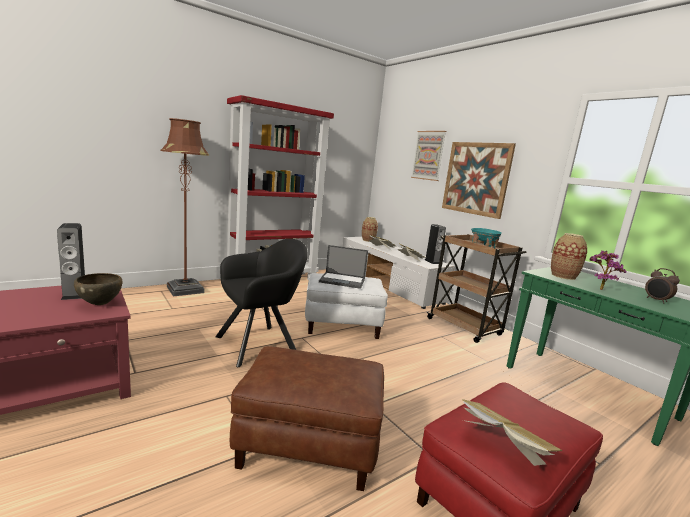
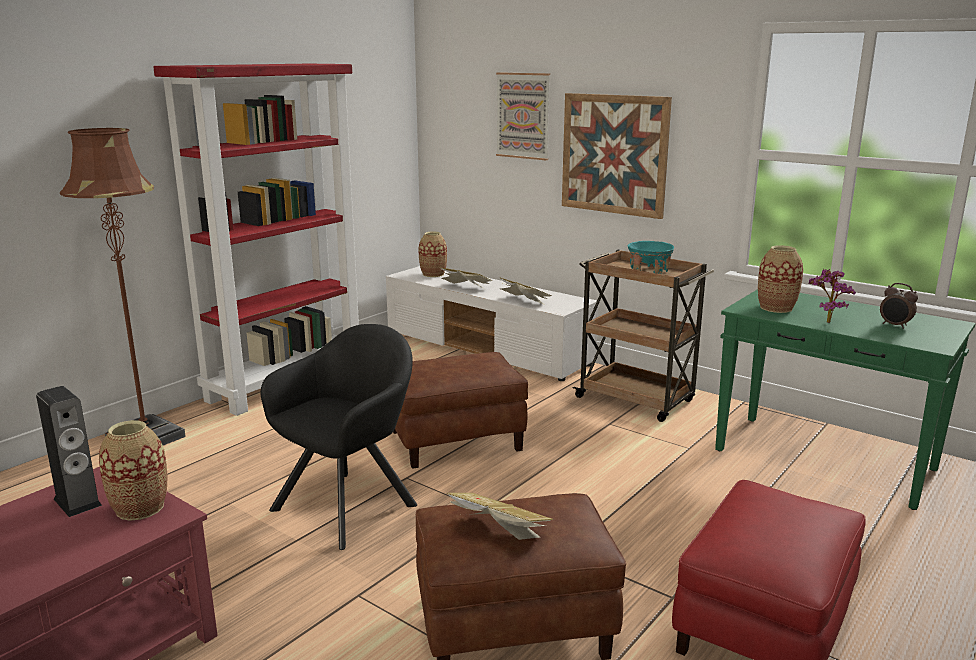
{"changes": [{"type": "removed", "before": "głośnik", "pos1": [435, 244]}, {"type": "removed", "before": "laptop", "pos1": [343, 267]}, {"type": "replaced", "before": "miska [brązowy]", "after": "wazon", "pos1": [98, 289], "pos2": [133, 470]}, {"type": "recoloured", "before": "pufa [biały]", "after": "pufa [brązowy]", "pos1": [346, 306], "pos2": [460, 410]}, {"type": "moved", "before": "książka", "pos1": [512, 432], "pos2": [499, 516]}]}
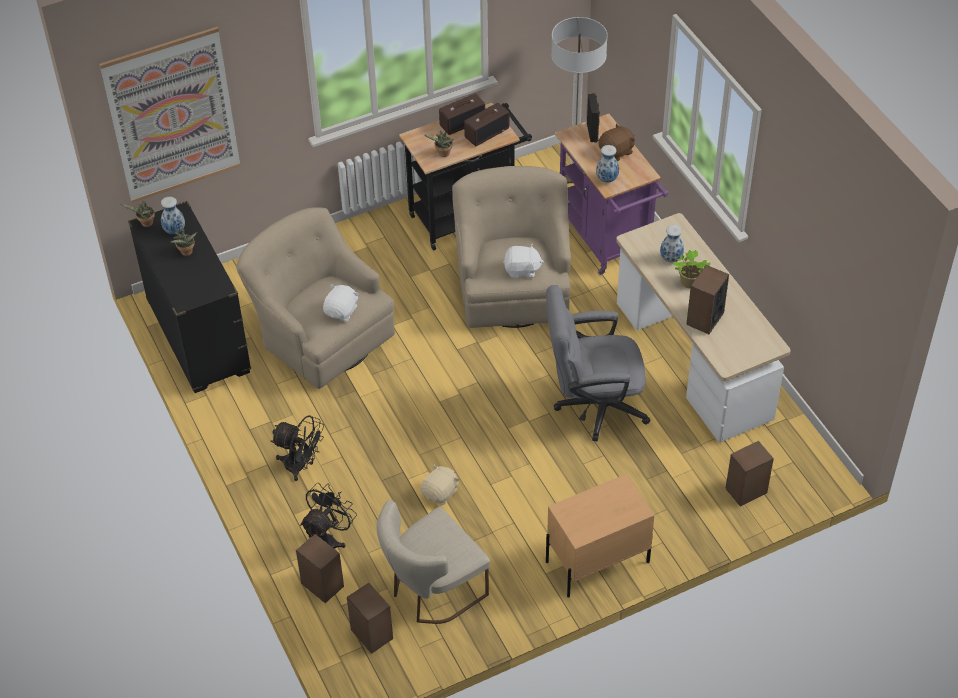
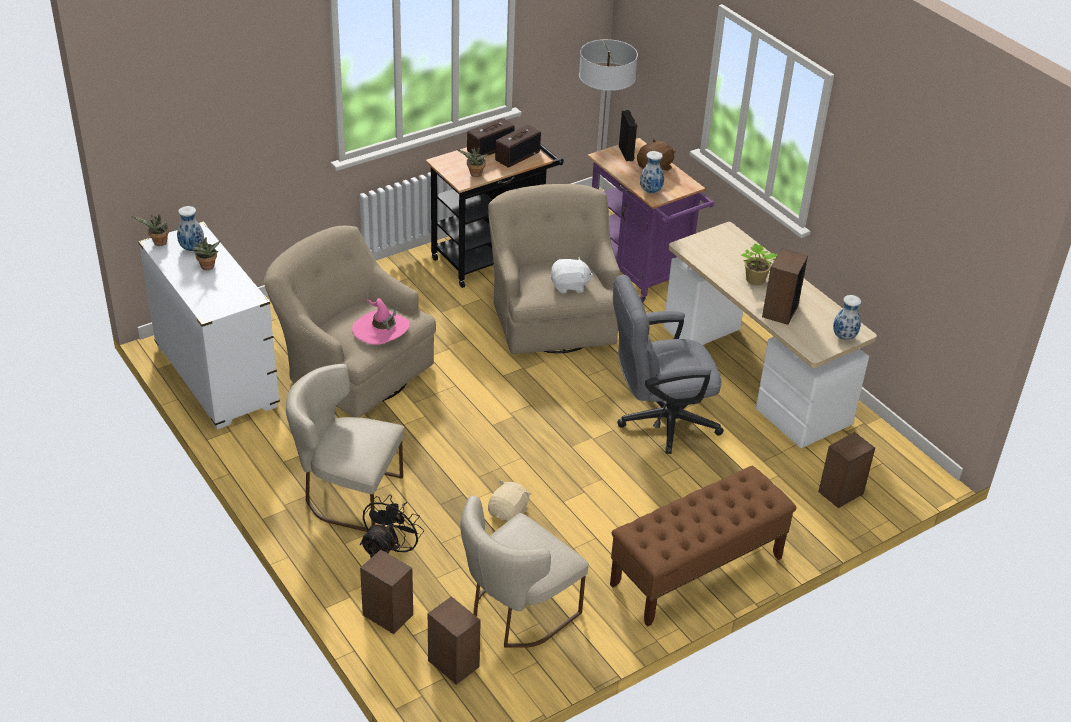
{"changes": [{"type": "removed", "before": "obraz", "pos1": [170, 115]}, {"type": "recoloured", "before": "komoda [czarny]", "after": "komoda [biały]", "pos1": [189, 297], "pos2": [209, 325]}, {"type": "moved", "before": "wazon", "pos1": [672, 244], "pos2": [847, 317]}, {"type": "replaced", "before": "pluszak [biały]", "after": "kapelusz [różowy]", "pos1": [341, 302], "pos2": [381, 321]}, {"type": "replaced", "before": "wentylator [czarny]", "after": "krzesło [beżowy]", "pos1": [297, 448], "pos2": [345, 448]}, {"type": "replaced", "before": "szafka nocna [beżowy]", "after": "ławka [brązowy]", "pos1": [600, 536], "pos2": [703, 546]}]}
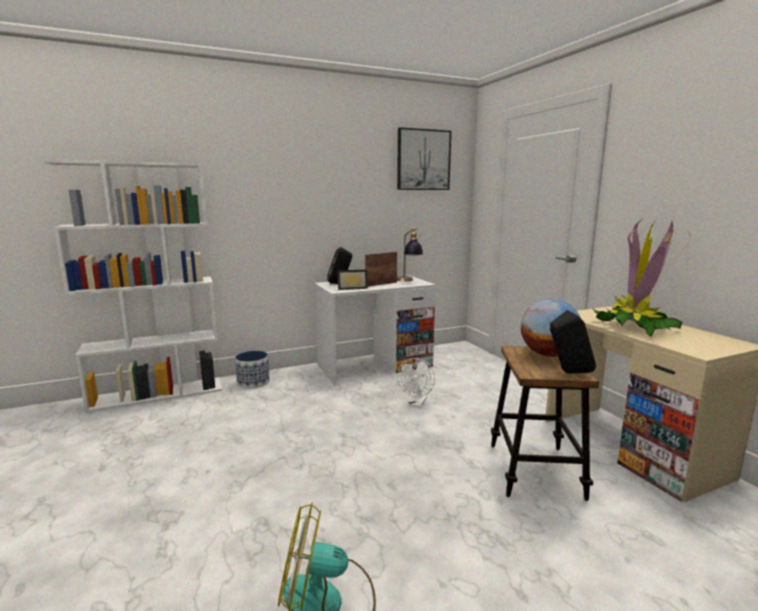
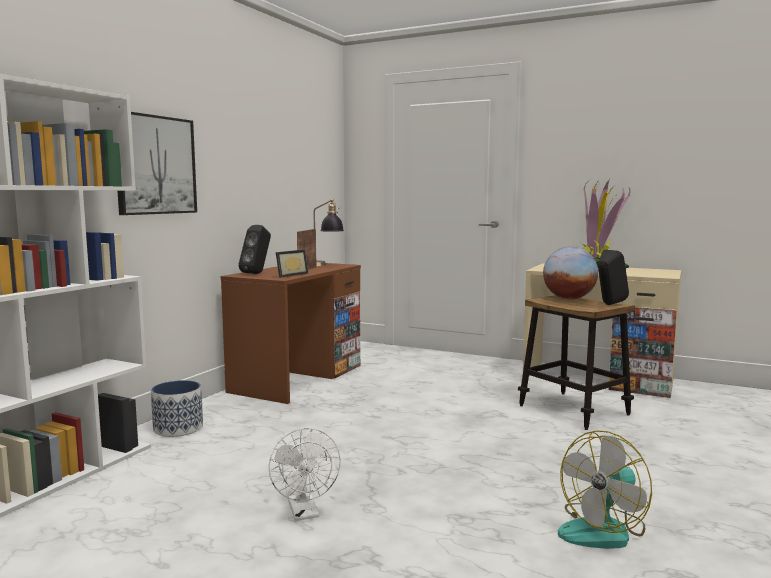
{"changes": [{"type": "moved", "before": "obraz", "pos1": [424, 158], "pos2": [157, 163]}, {"type": "recoloured", "before": "biurko [biały]", "after": "biurko [brązowy]", "pos1": [375, 330], "pos2": [291, 333]}, {"type": "moved", "before": "wentylator [biały]", "pos1": [416, 383], "pos2": [305, 474]}]}
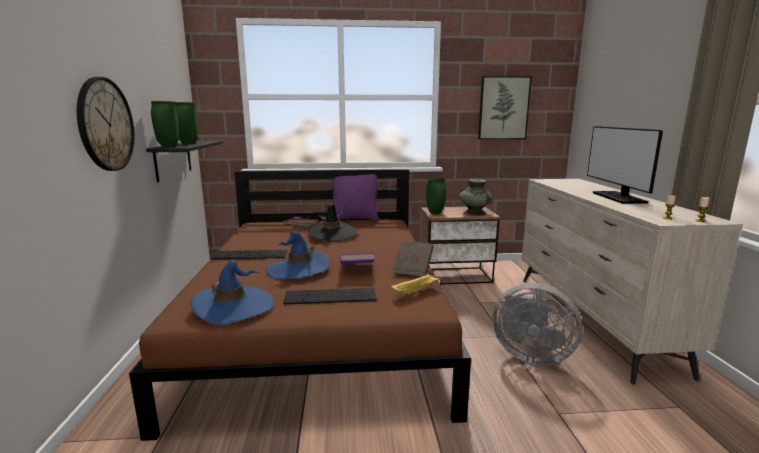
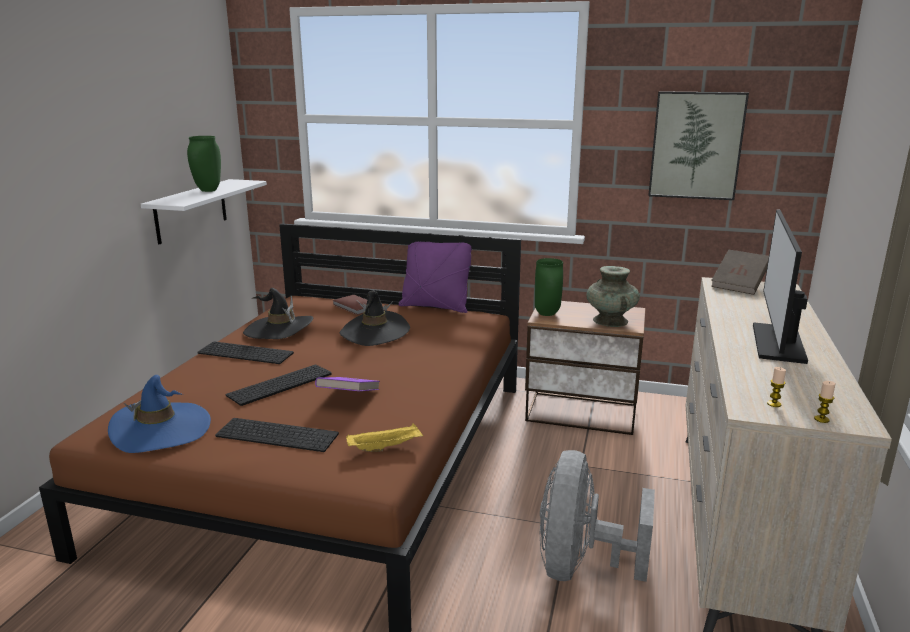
{"changes": [{"type": "removed", "before": "zegar ścienny", "pos1": [105, 124]}, {"type": "removed", "before": "wazon [zielony]", "pos1": [165, 124]}, {"type": "recoloured", "before": "półka [czarny]", "after": "półka [biały]", "pos1": [184, 162], "pos2": [204, 211]}, {"type": "replaced", "before": "kapelusz [niebieski]", "after": "klawiatura", "pos1": [298, 255], "pos2": [279, 385]}, {"type": "moved", "before": "książka [brązowy]", "pos1": [413, 259], "pos2": [740, 272]}, {"type": "turned", "before": "wentylator [szary]", "pos1": [538, 324], "pos2": [597, 516], "turn": 60}, {"type": "added", "after": "kapelusz [czarny]", "pos2": [278, 313]}]}
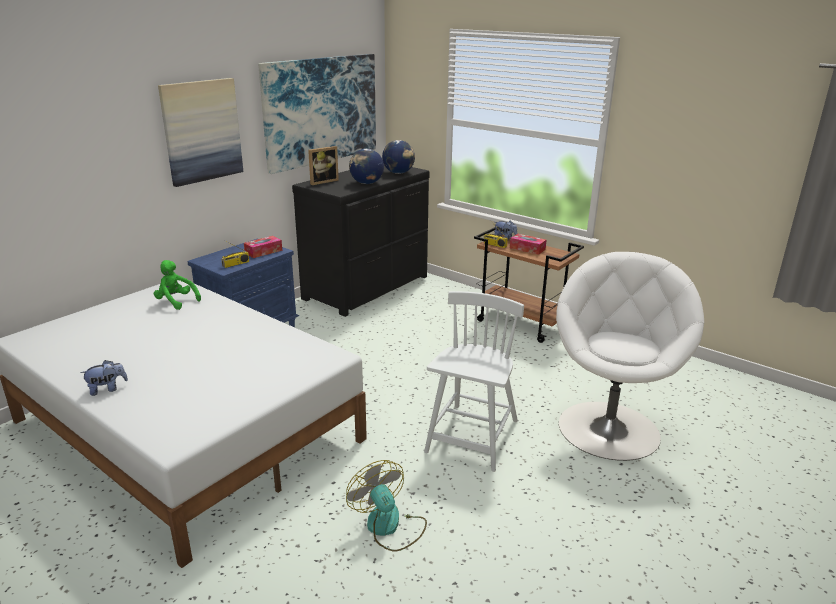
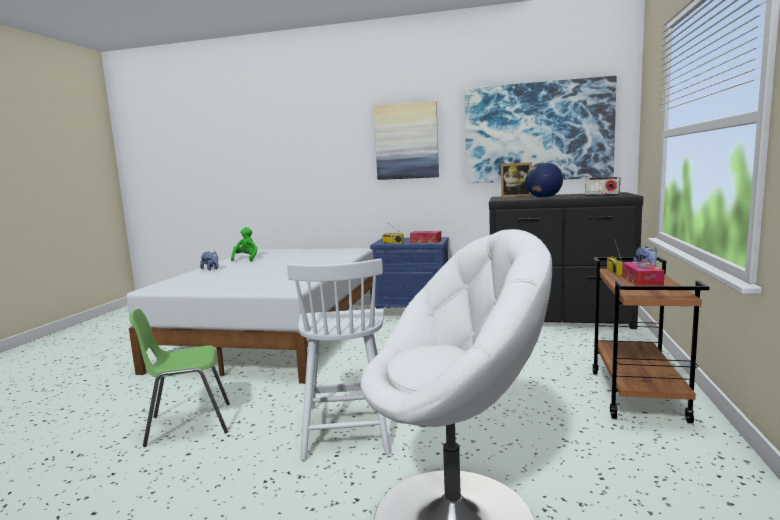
{"changes": [{"type": "replaced", "before": "globus", "after": "radio", "pos1": [398, 157], "pos2": [602, 186]}, {"type": "moved", "before": "pluszak [zielony]", "pos1": [177, 285], "pos2": [244, 244]}, {"type": "turned", "before": "krzesło [biały]", "pos1": [474, 381], "pos2": [339, 360], "turn": 90}, {"type": "replaced", "before": "wentylator", "after": "krzesło [zielony]", "pos1": [386, 506], "pos2": [179, 377]}]}
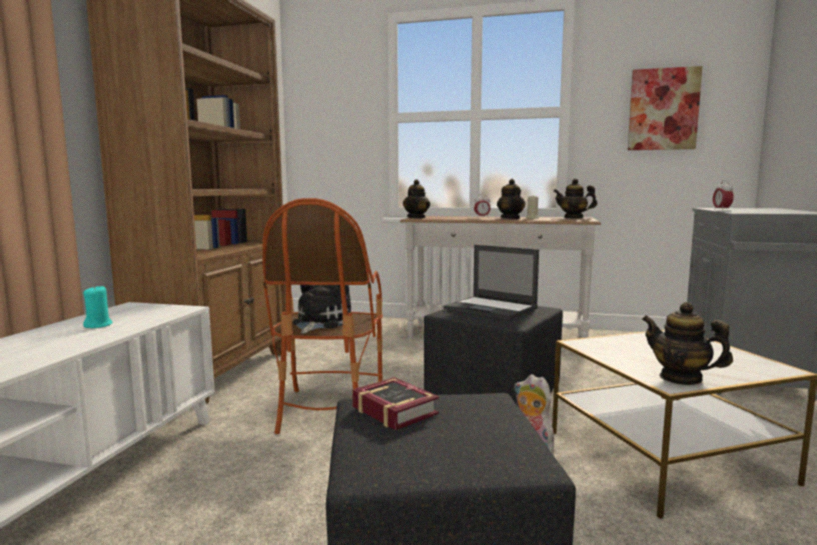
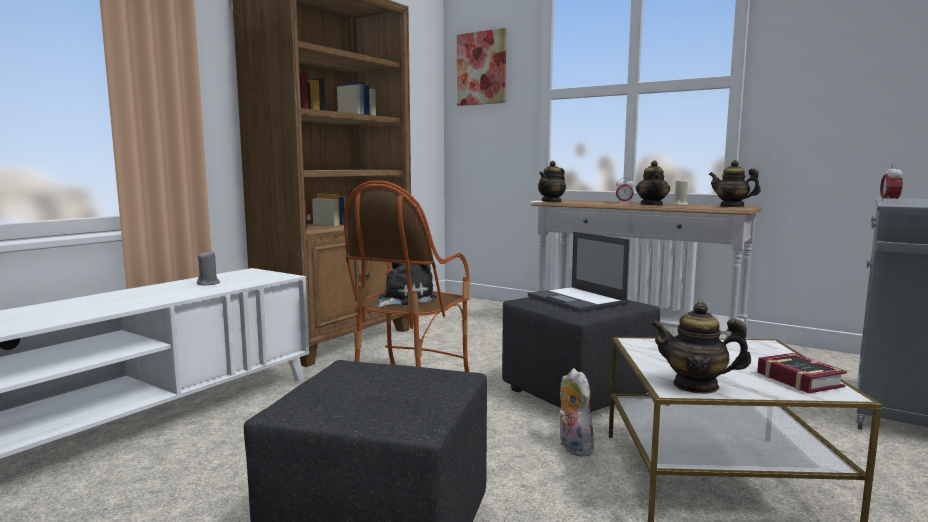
{"changes": [{"type": "moved", "before": "obraz", "pos1": [665, 108], "pos2": [481, 67]}, {"type": "recoloured", "before": "świeca [turkusowy]", "after": "świeca [szary]", "pos1": [98, 306], "pos2": [208, 268]}, {"type": "turned", "before": "imbryk", "pos1": [687, 343], "pos2": [701, 348], "turn": -45}, {"type": "moved", "before": "książka", "pos1": [395, 403], "pos2": [802, 373]}]}
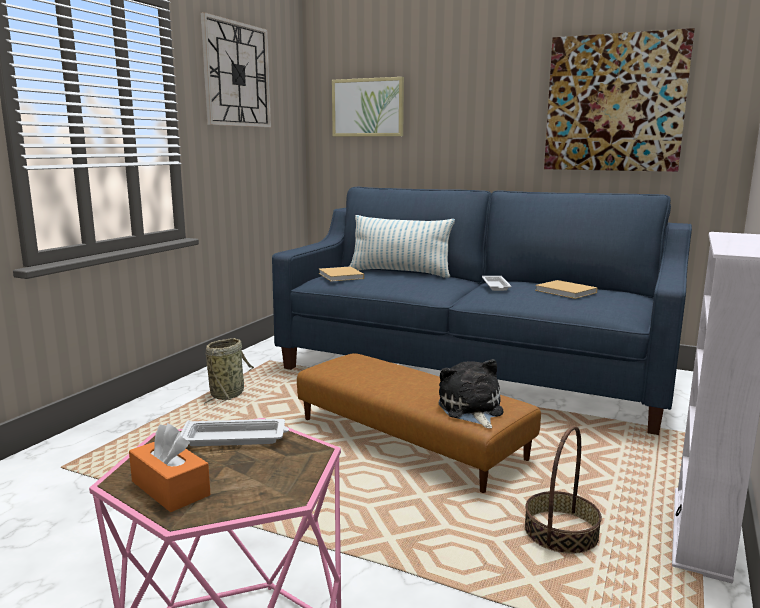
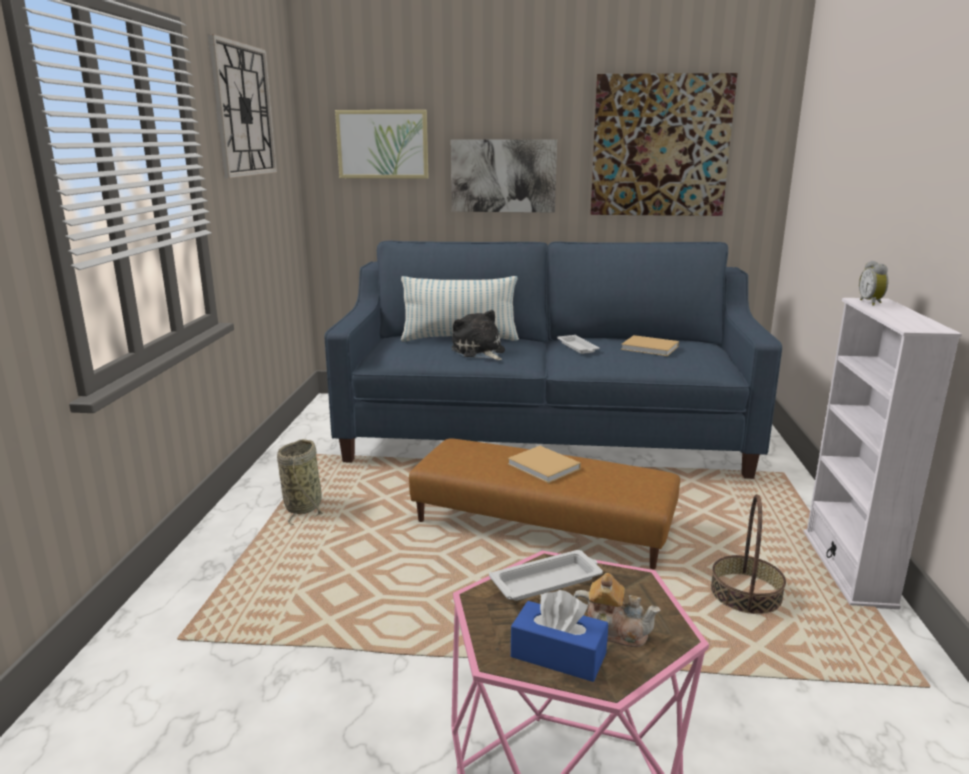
{"changes": [{"type": "moved", "before": "książka [beżowy]", "pos1": [341, 274], "pos2": [544, 464]}, {"type": "moved", "before": "pluszak", "pos1": [470, 394], "pos2": [478, 335]}, {"type": "recoloured", "before": "pudełko chusteczek [pomarańczowy]", "after": "pudełko chusteczek [niebieski]", "pos1": [169, 467], "pos2": [559, 636]}, {"type": "added", "after": "obraz", "pos2": [504, 176]}, {"type": "added", "after": "budzik", "pos2": [873, 283]}, {"type": "added", "after": "imbryk", "pos2": [617, 610]}]}
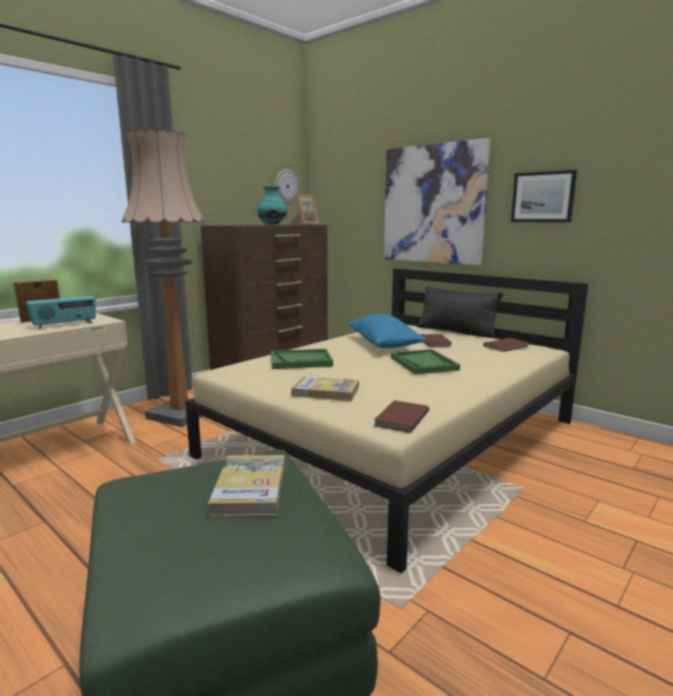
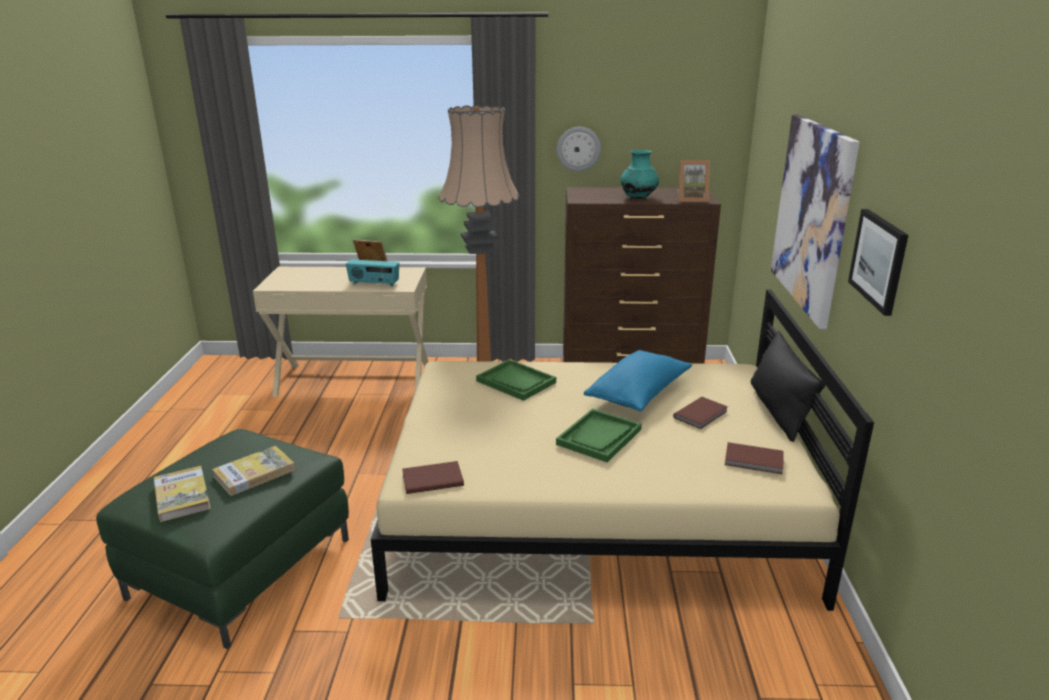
{"changes": [{"type": "moved", "before": "zegar ścienny", "pos1": [287, 186], "pos2": [579, 149]}, {"type": "moved", "before": "książka", "pos1": [325, 388], "pos2": [182, 494]}]}
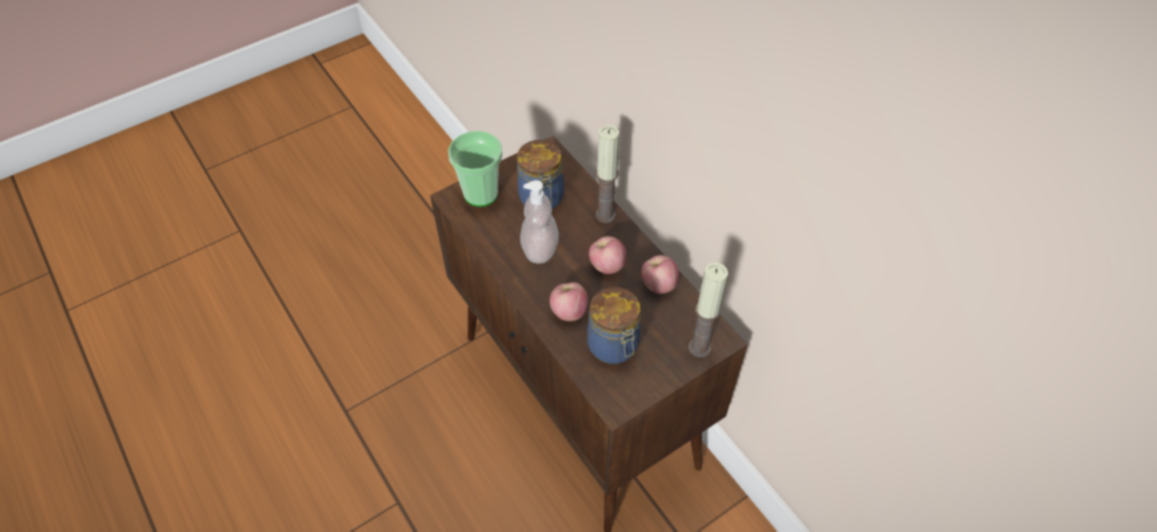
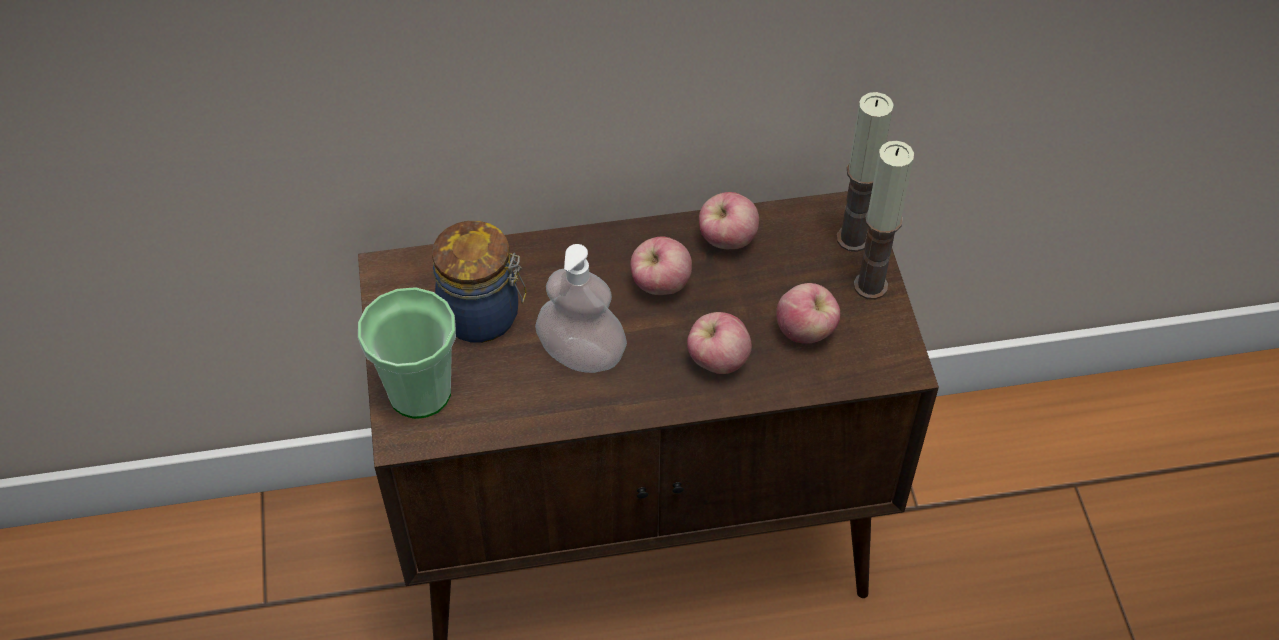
{"changes": [{"type": "moved", "before": "świeca", "pos1": [607, 174], "pos2": [884, 220]}, {"type": "replaced", "before": "słoik", "after": "jabłko", "pos1": [613, 325], "pos2": [808, 313]}]}
